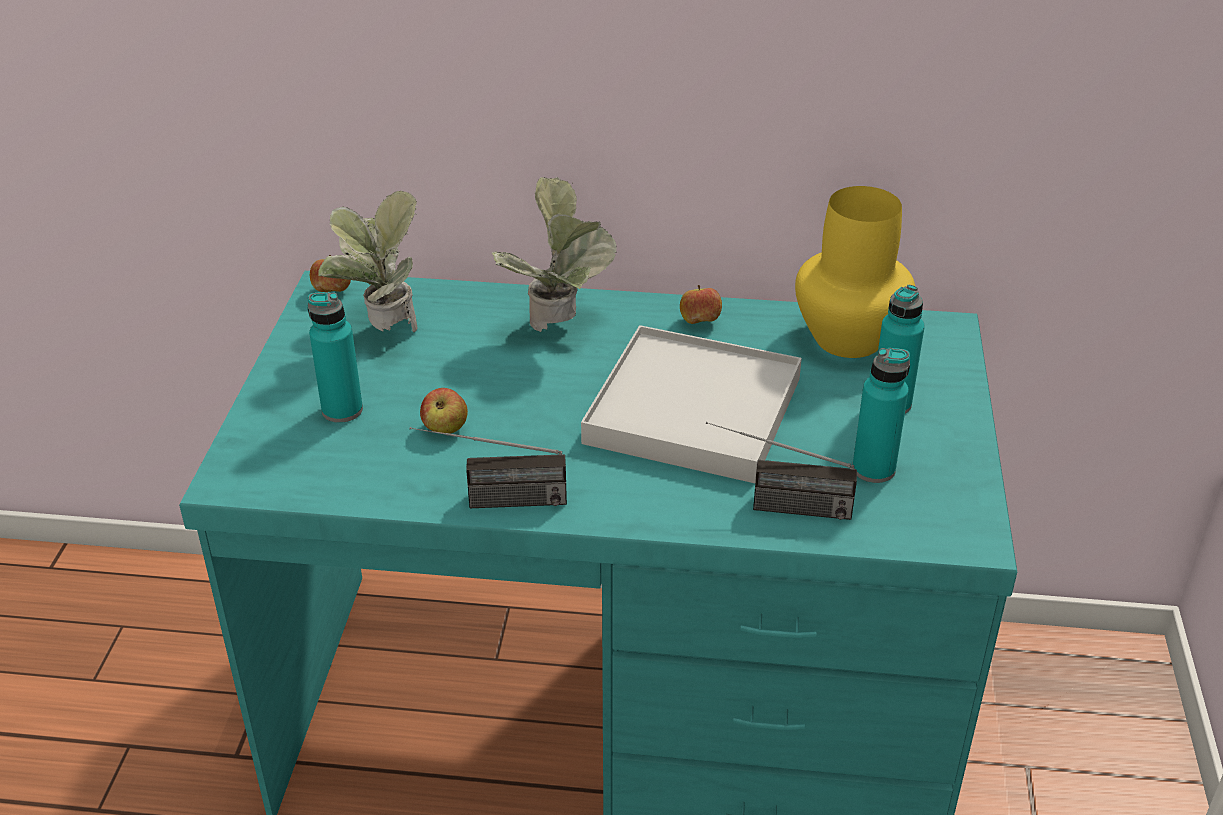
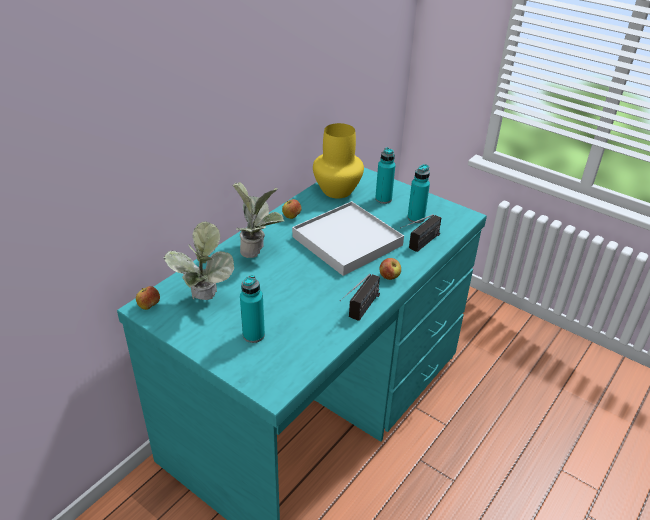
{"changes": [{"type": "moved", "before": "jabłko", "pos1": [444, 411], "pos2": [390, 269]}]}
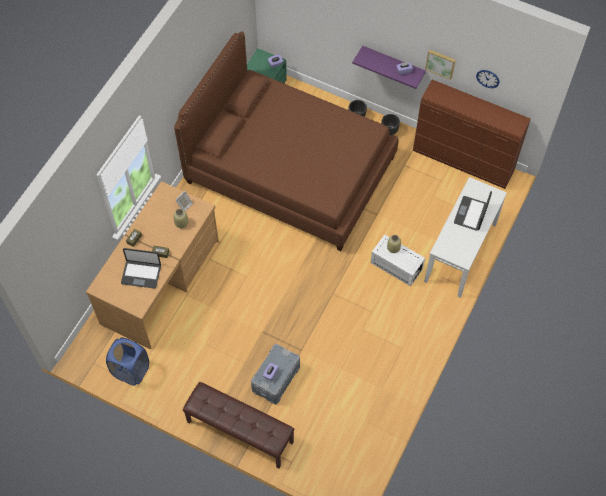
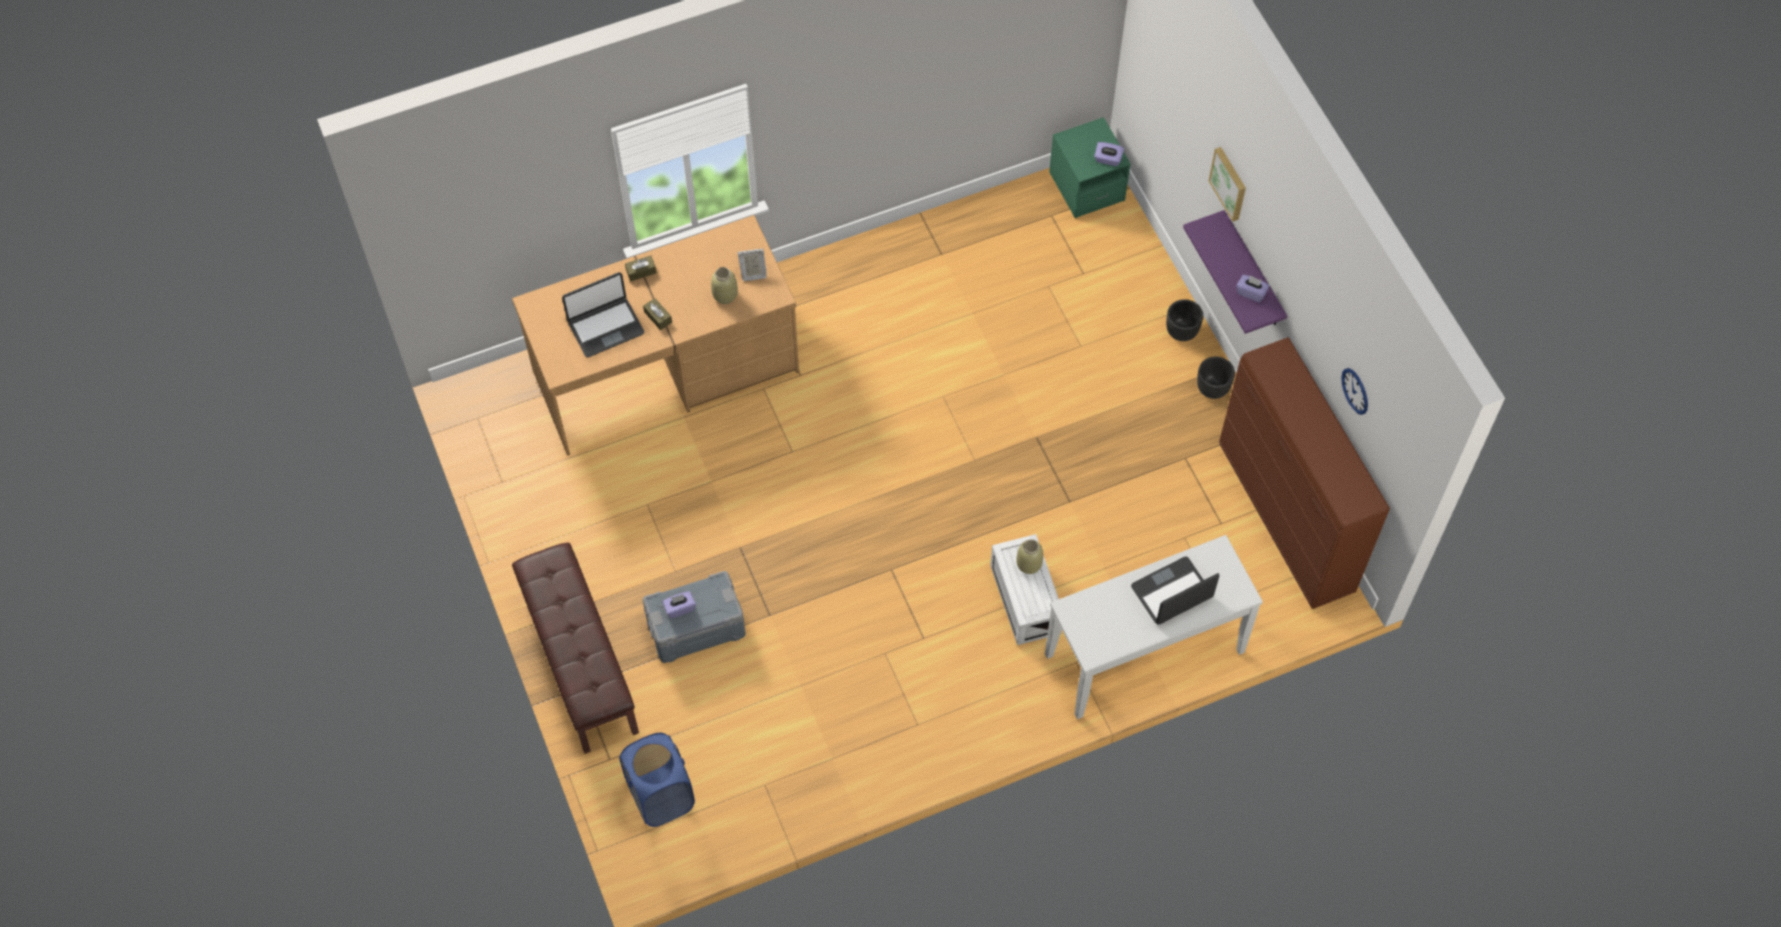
{"changes": [{"type": "removed", "before": "łóżko [brązowy]", "pos1": [286, 141]}, {"type": "moved", "before": "obraz", "pos1": [440, 65], "pos2": [1227, 184]}, {"type": "turned", "before": "laptop", "pos1": [141, 268], "pos2": [603, 314], "turn": -75}, {"type": "moved", "before": "kosz na pranie [niebieski]", "pos1": [127, 362], "pos2": [657, 780]}]}
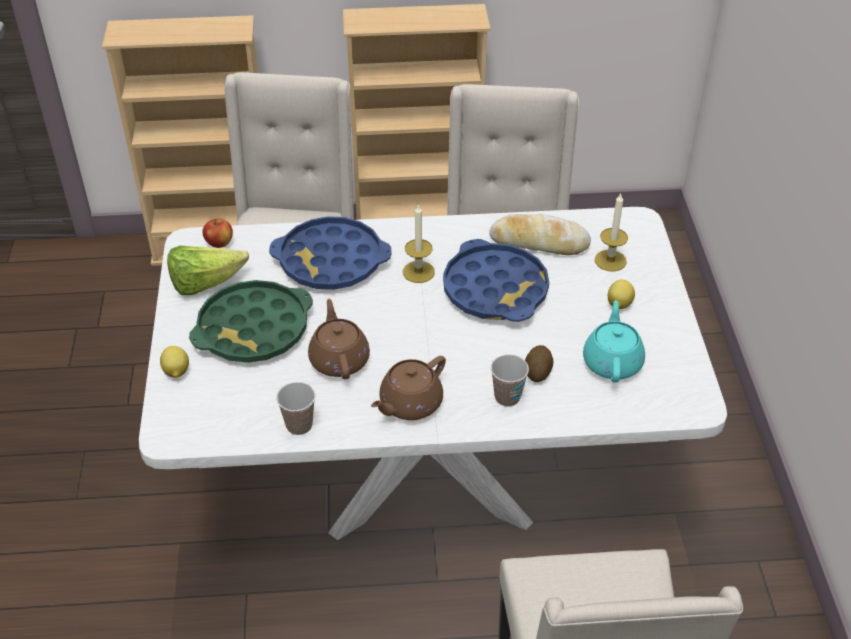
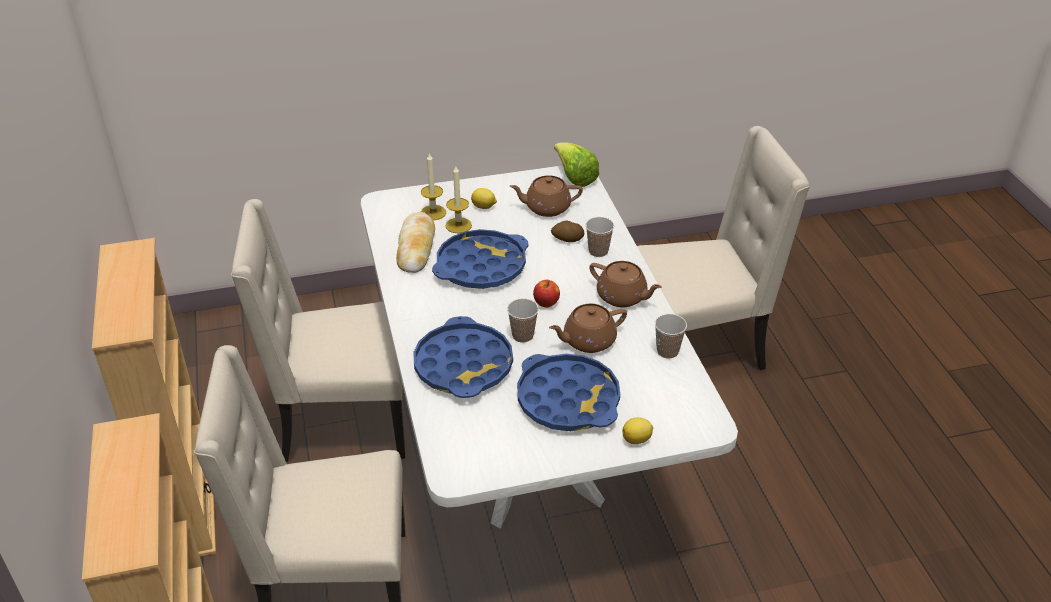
{"changes": [{"type": "moved", "before": "świeca", "pos1": [419, 243], "pos2": [458, 199]}, {"type": "moved", "before": "jabłko", "pos1": [218, 233], "pos2": [546, 294]}, {"type": "moved", "before": "sałata", "pos1": [208, 270], "pos2": [576, 164]}, {"type": "recoloured", "before": "taca [zielony]", "after": "taca [niebieski]", "pos1": [251, 321], "pos2": [568, 392]}, {"type": "recoloured", "before": "imbryk [turkusowy]", "after": "imbryk [brązowy]", "pos1": [614, 341], "pos2": [546, 196]}, {"type": "added", "after": "filiżanka", "pos2": [523, 320]}]}
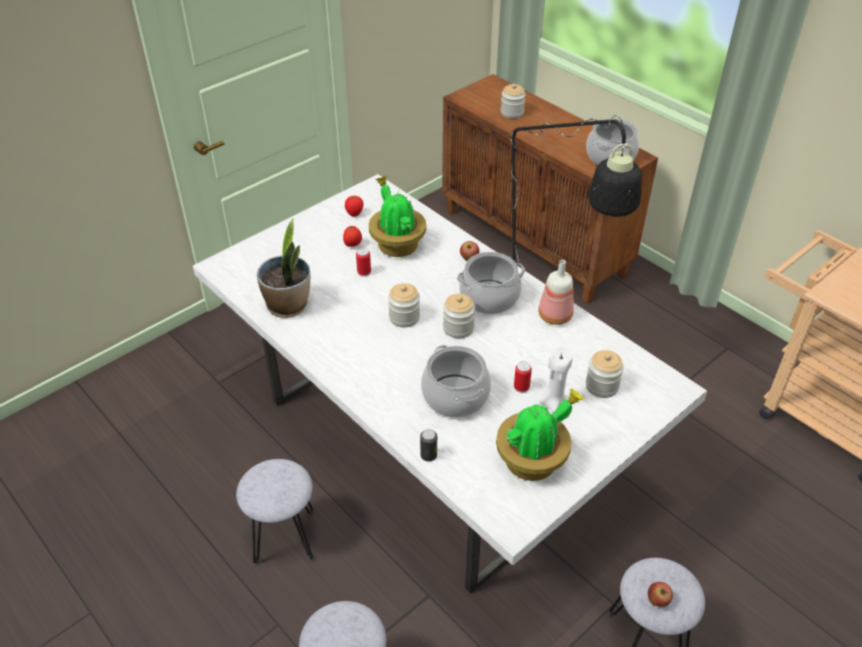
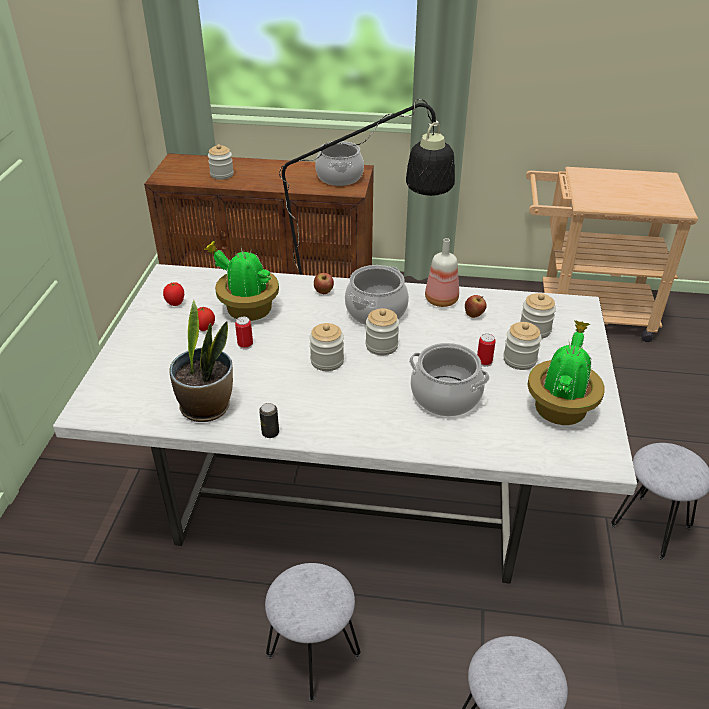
{"changes": [{"type": "replaced", "before": "świeca [biały]", "after": "słoik", "pos1": [556, 379], "pos2": [522, 346]}, {"type": "moved", "before": "puszka", "pos1": [428, 445], "pos2": [269, 420]}, {"type": "moved", "before": "jabłko", "pos1": [660, 594], "pos2": [475, 306]}]}
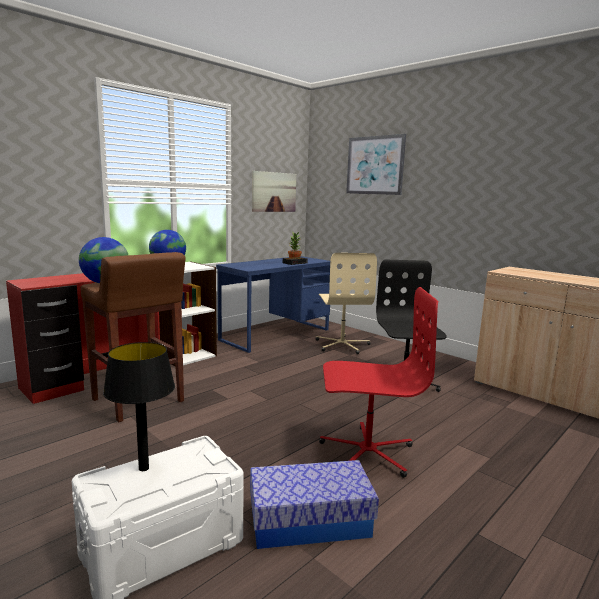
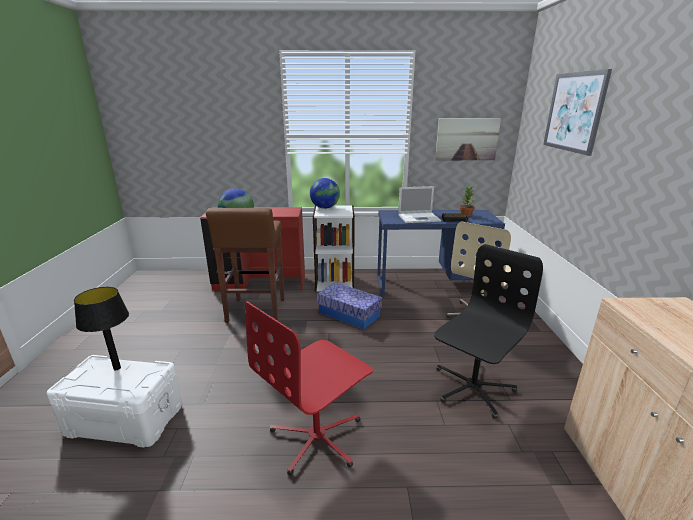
{"changes": [{"type": "turned", "before": "krzesło biurowe [czerwony]", "pos1": [378, 382], "pos2": [309, 388], "turn": 90}, {"type": "moved", "before": "pojemnik do przechowywania", "pos1": [314, 504], "pos2": [349, 306]}, {"type": "added", "after": "laptop", "pos2": [419, 204]}]}
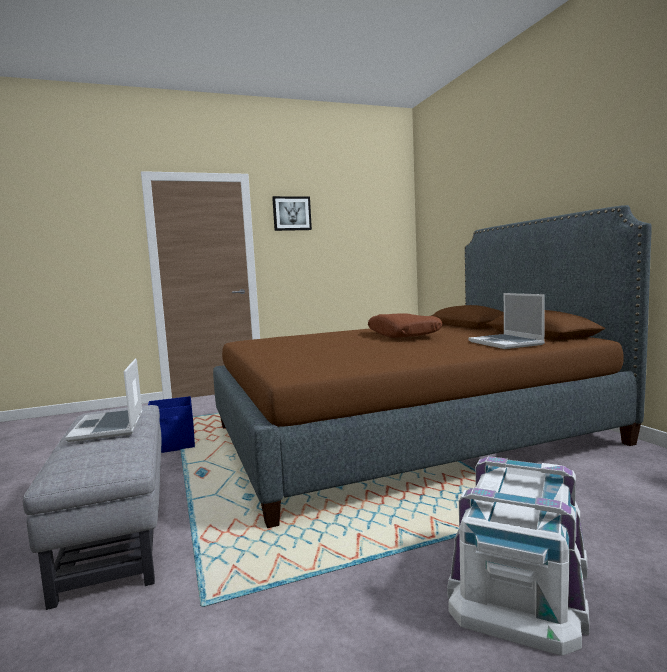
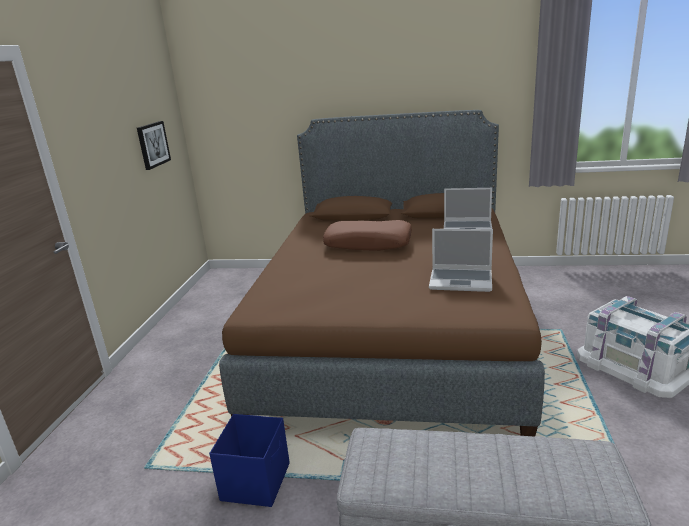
{"changes": [{"type": "moved", "before": "obraz", "pos1": [292, 213], "pos2": [154, 145]}, {"type": "moved", "before": "laptop", "pos1": [104, 400], "pos2": [461, 260]}]}
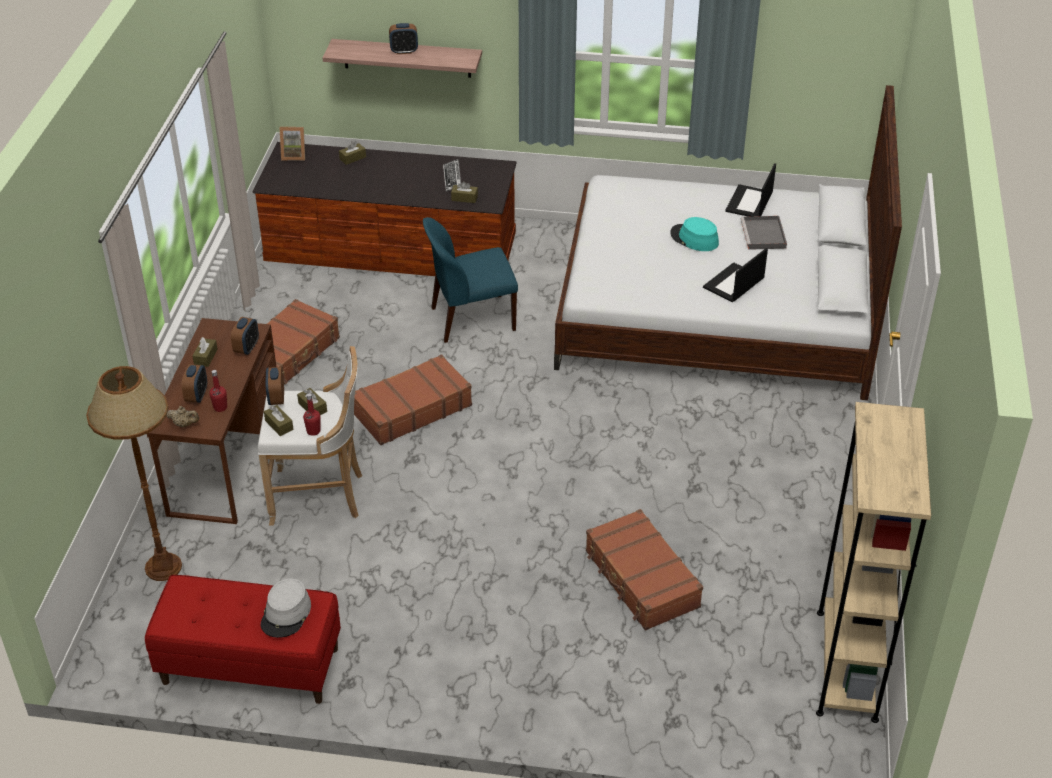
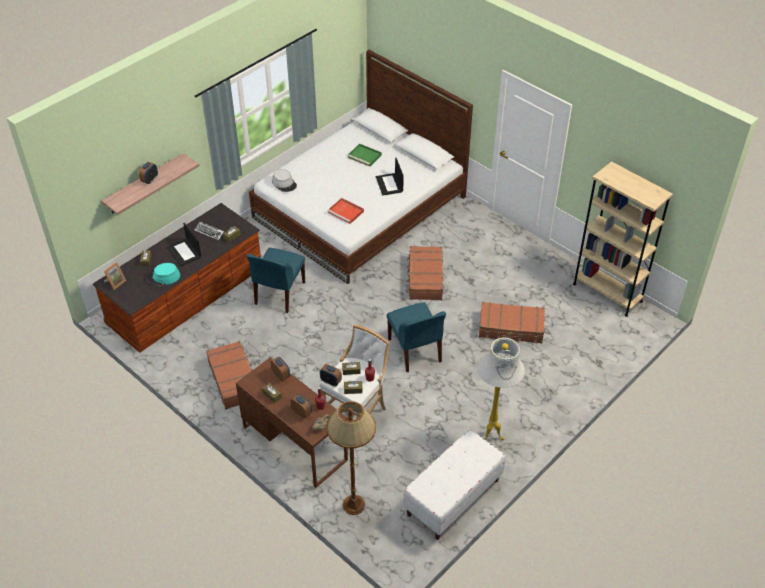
{"changes": [{"type": "moved", "before": "laptop", "pos1": [750, 190], "pos2": [184, 244]}, {"type": "recoloured", "before": "taca [szary]", "after": "taca [zielony]", "pos1": [764, 233], "pos2": [364, 155]}, {"type": "moved", "before": "kapelusz [turkusowy]", "pos1": [694, 234], "pos2": [163, 274]}, {"type": "moved", "before": "walizka [brązowy]", "pos1": [413, 399], "pos2": [425, 273]}, {"type": "recoloured", "before": "ławka [czerwony]", "after": "ławka [biały]", "pos1": [243, 639], "pos2": [454, 485]}, {"type": "moved", "before": "kapelusz [szary]", "pos1": [286, 608], "pos2": [284, 180]}, {"type": "added", "after": "taca [czerwony]", "pos2": [346, 211]}, {"type": "added", "after": "krzesło [niebieski]", "pos2": [416, 337]}, {"type": "added", "after": "lampa stojąca [biały]", "pos2": [501, 389]}]}
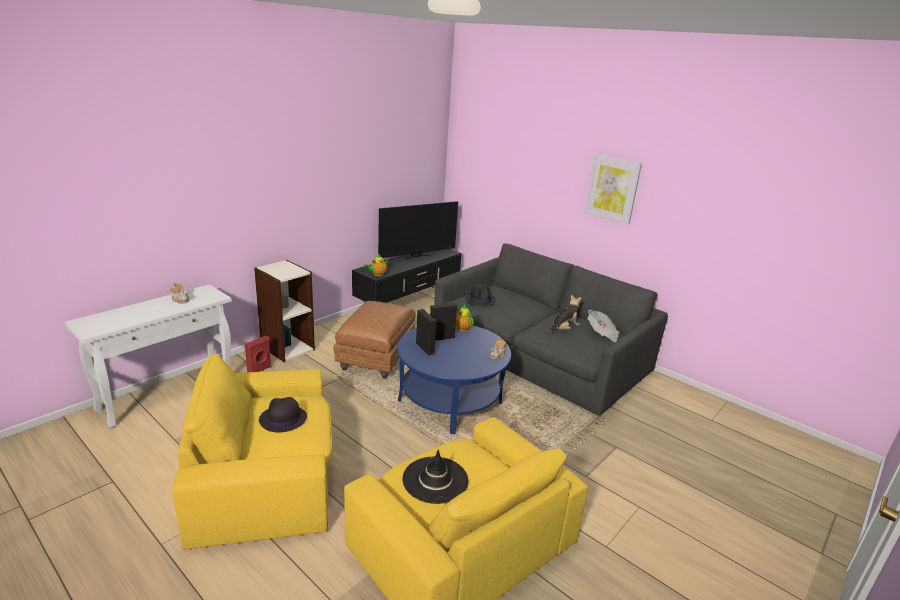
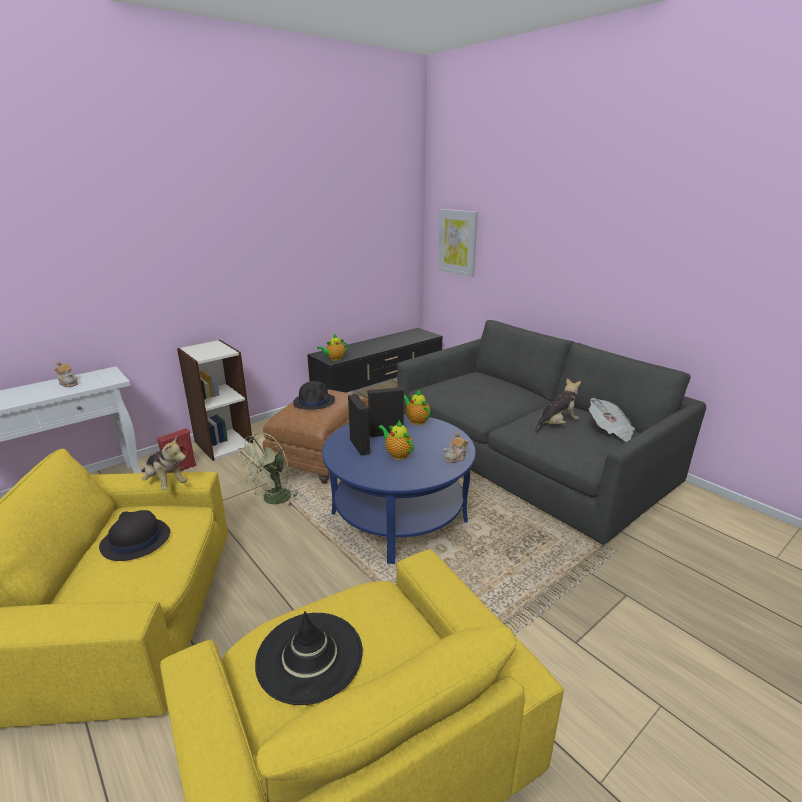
{"changes": [{"type": "moved", "before": "obraz", "pos1": [613, 190], "pos2": [458, 243]}, {"type": "removed", "before": "telewizor", "pos1": [418, 230]}, {"type": "moved", "before": "kapelusz [czarny]", "pos1": [480, 295], "pos2": [314, 395]}, {"type": "added", "after": "imbryk", "pos2": [396, 440]}, {"type": "added", "after": "wentylator [zielony]", "pos2": [268, 470]}, {"type": "added", "after": "pluszak", "pos2": [164, 463]}]}
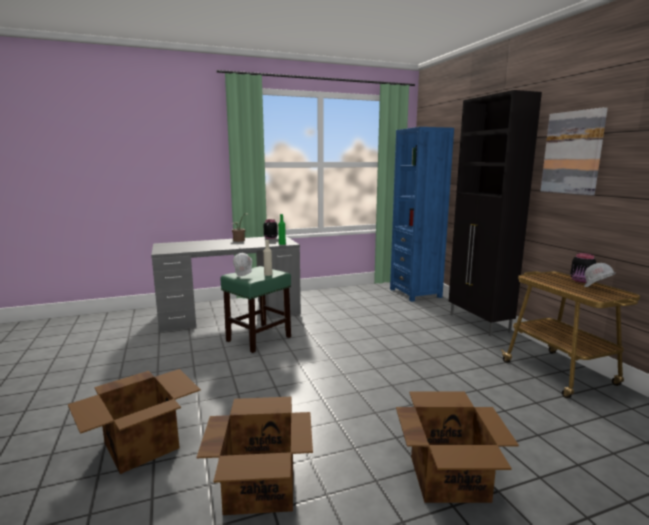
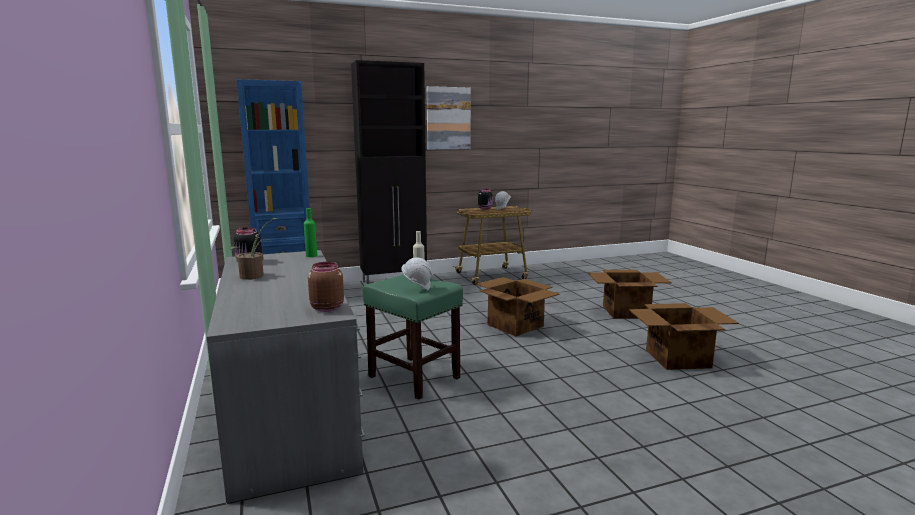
{"changes": [{"type": "moved", "before": "karton", "pos1": [134, 421], "pos2": [518, 306]}, {"type": "added", "after": "słoik [brązowy]", "pos2": [326, 287]}]}
